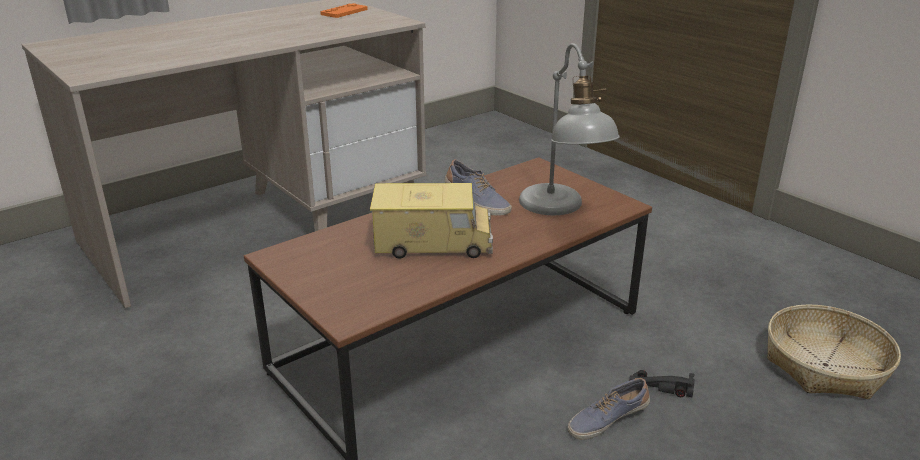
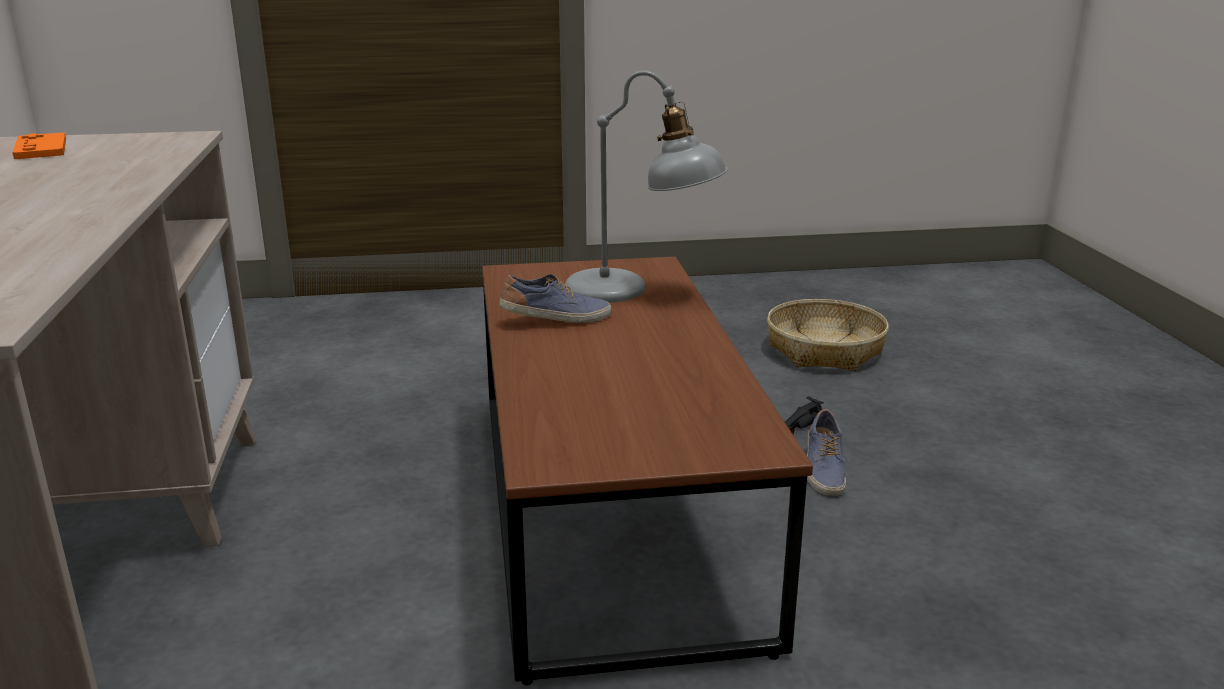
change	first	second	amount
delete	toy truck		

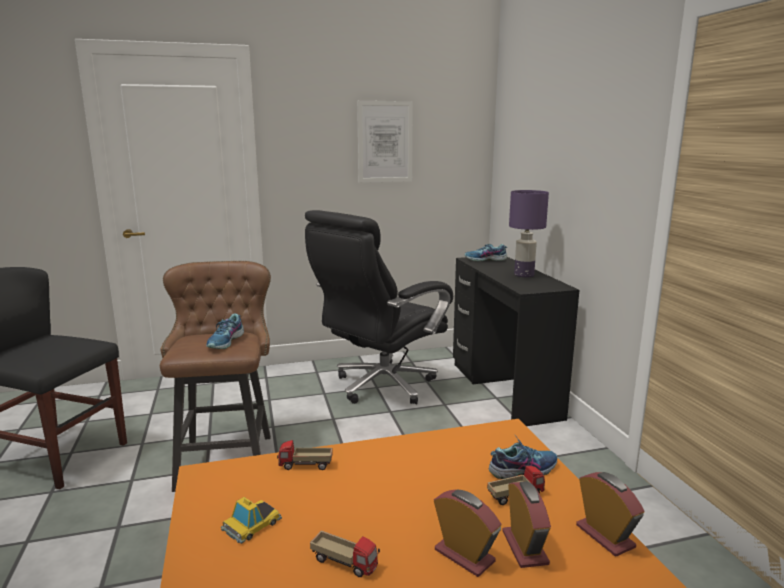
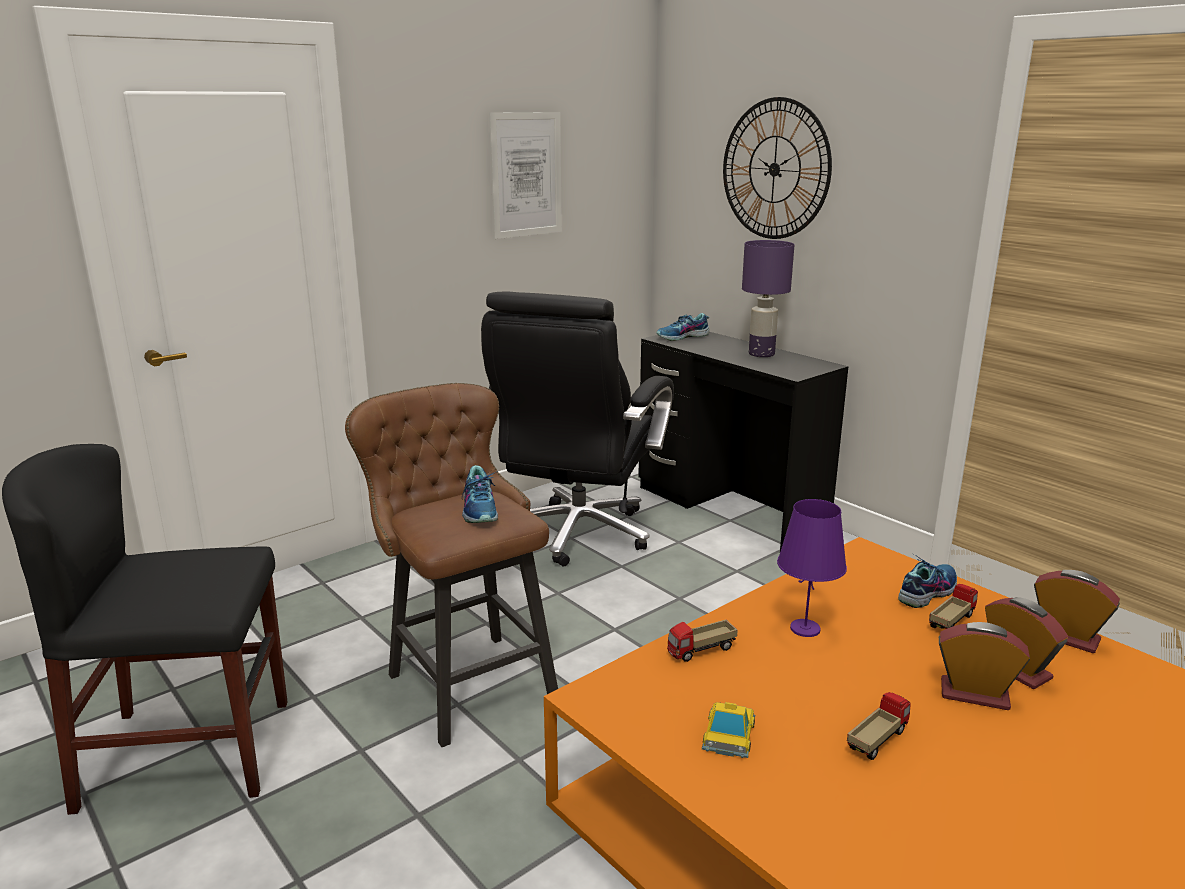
change	first	second	amount
insert		wall clock	
insert		table lamp/purple (2nd from left)	
rotate	toy truck (2nd from left)		45 degrees counterclockwise

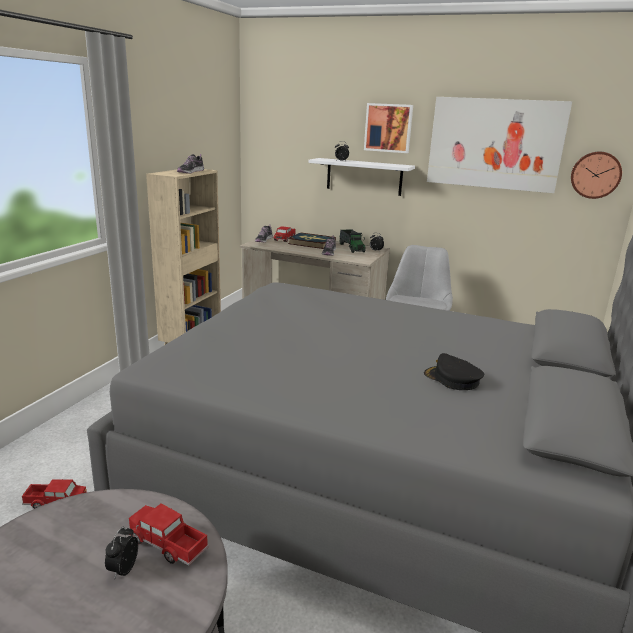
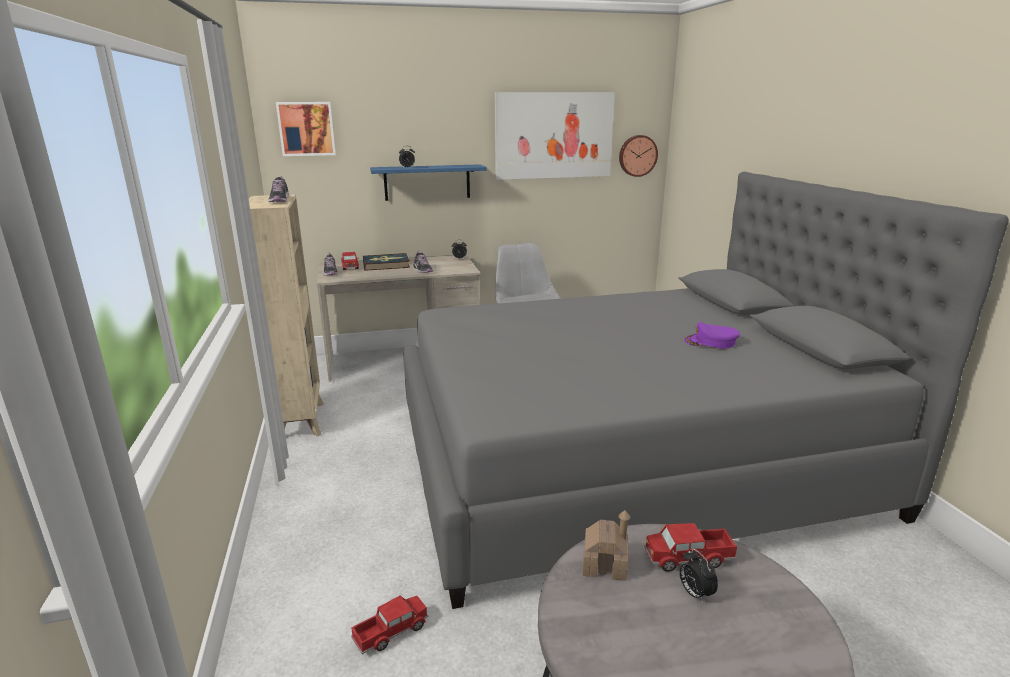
change	first	second	amount
delete	toy truck (4th from left)		
insert		toy house	
move	picture (1st from left)		
recolor	shelf/white	shelf/blue	
recolor	cap/black	cap/purple	

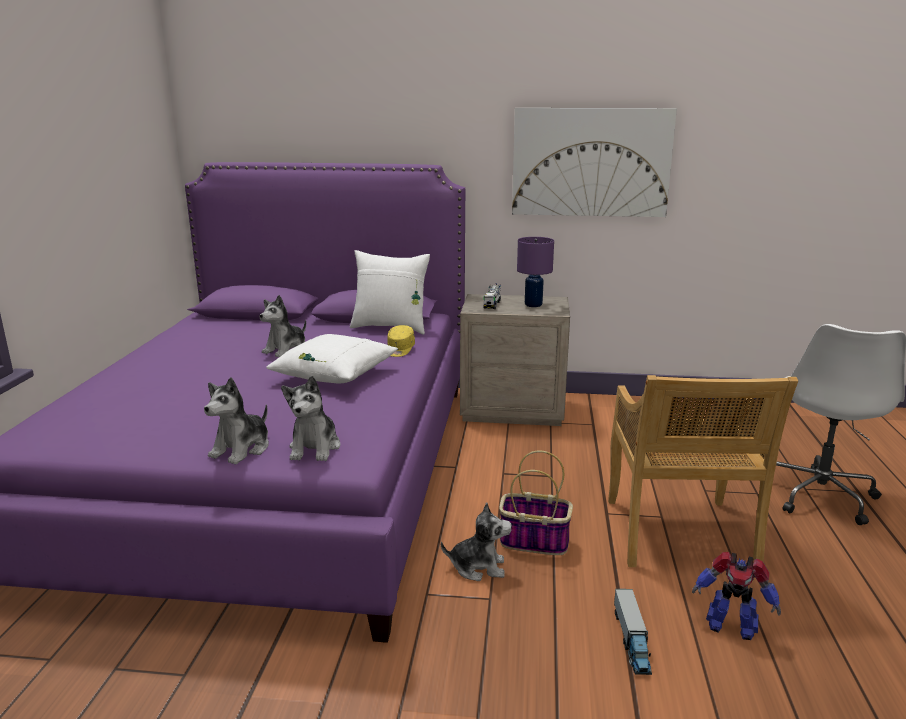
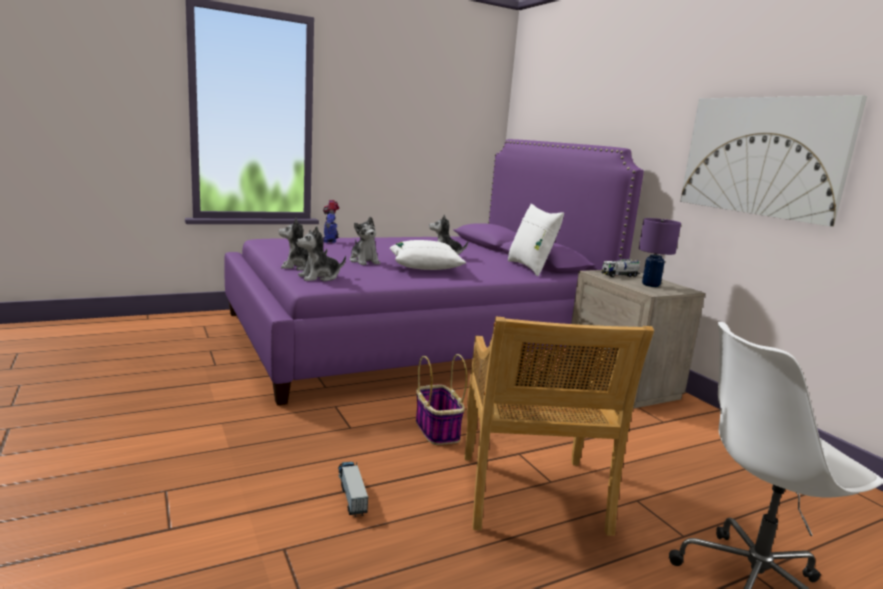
change	first	second	amount
delete	cap/yellow		
move	plush toy (4th from left in the first image)	plush toy (3rd from left)	
move	toy robot		
rotate	chair/beige		60 degrees counterclockwise
rotate	toy truck (2nd from left in the first image)	toy truck (1st from left)	105 degrees clockwise

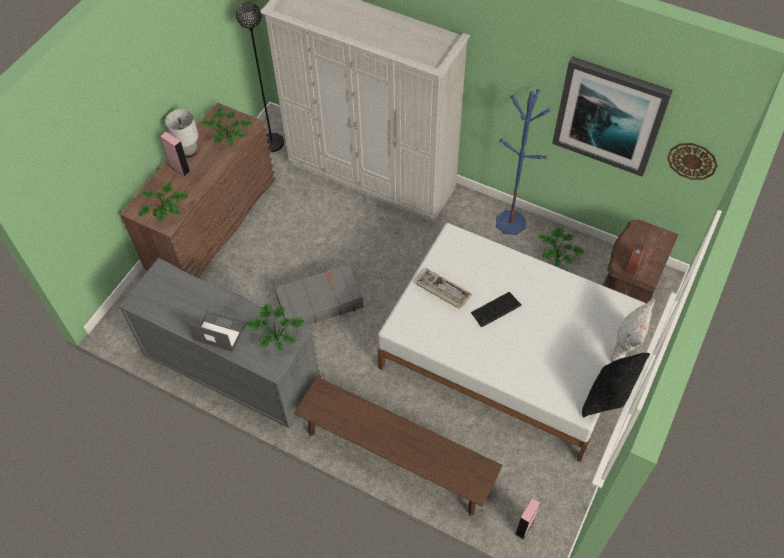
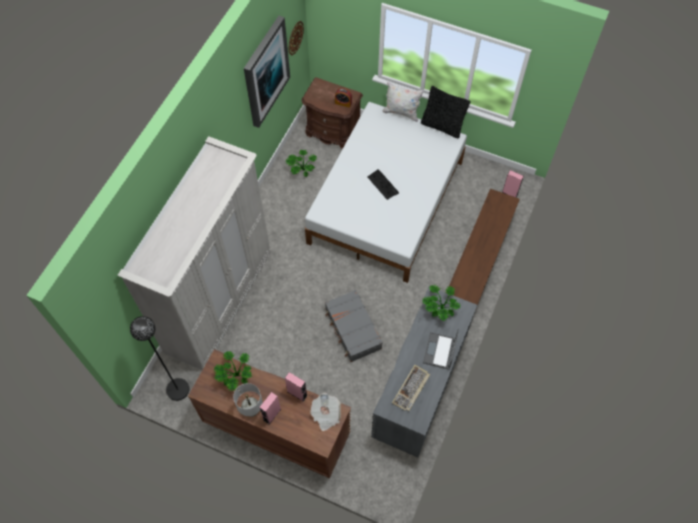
change	first	second	amount
delete	clothes rack/blue		
insert		speaker/pink (2nd from left)	
move	keyboard (1st from left in the first image)	keyboard (2nd from left)	
replace	potted plant (1st from left)	newspaper	

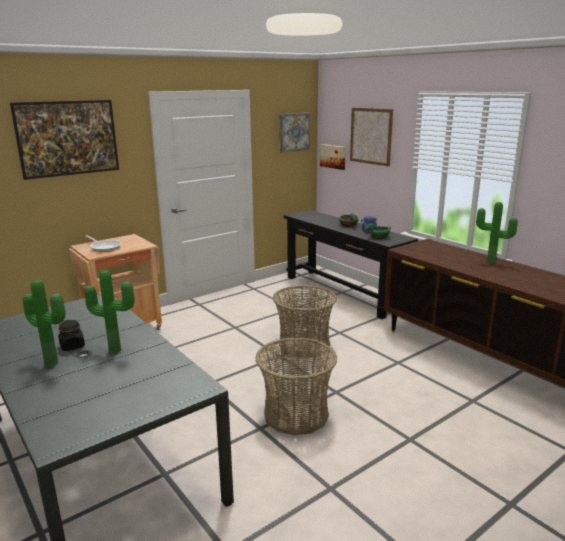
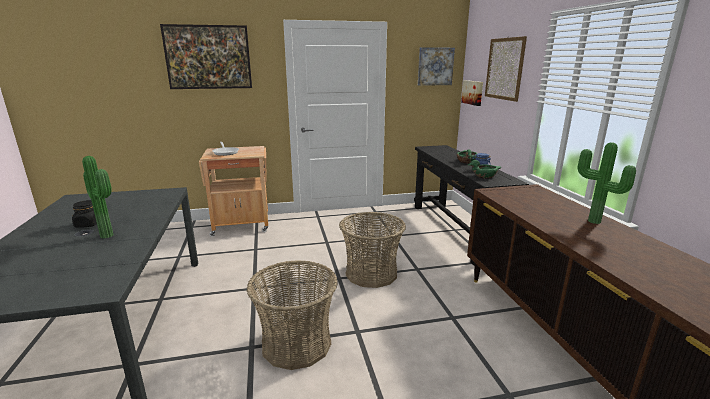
change	first	second	amount
delete	potted plant (1st from left)		

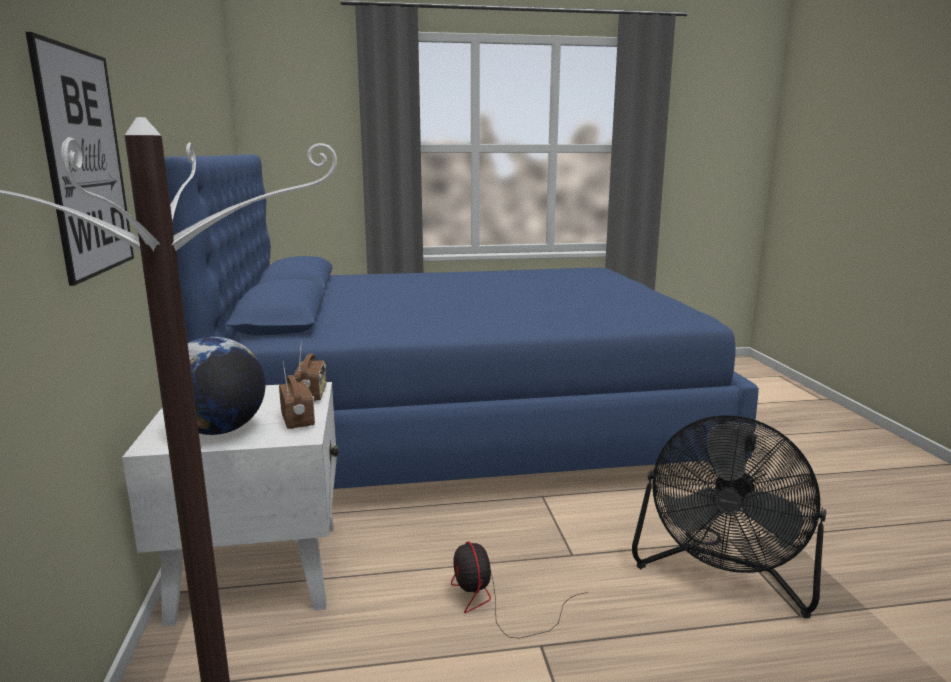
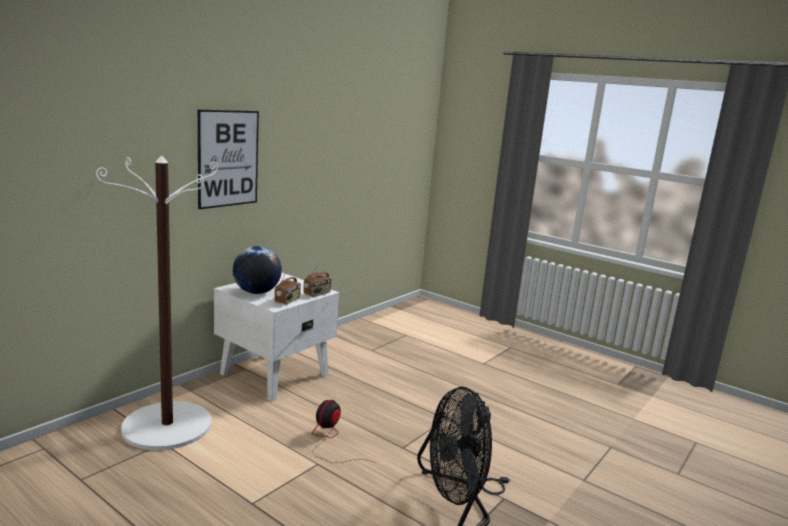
change	first	second	amount
delete	bed/blue		

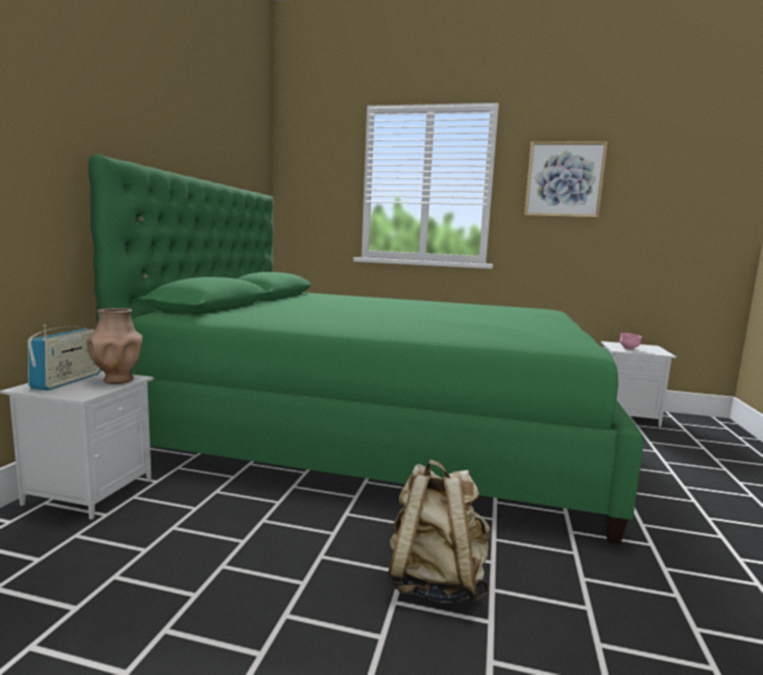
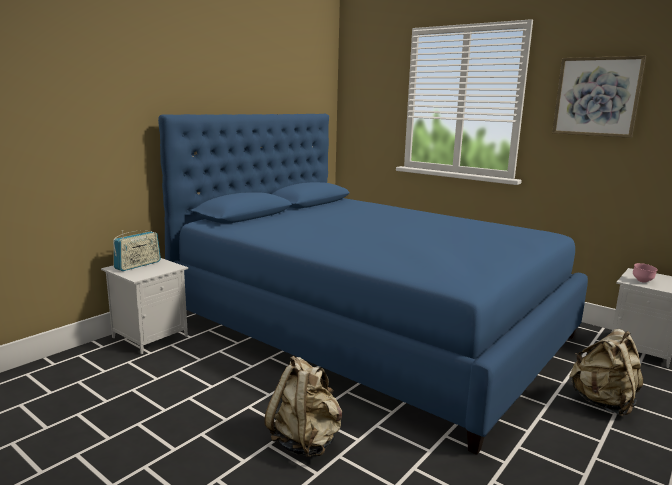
change	first	second	amount
delete	vase/brown		
insert		backpack/beige (2nd from left)	
recolor	bed/green	bed/blue	

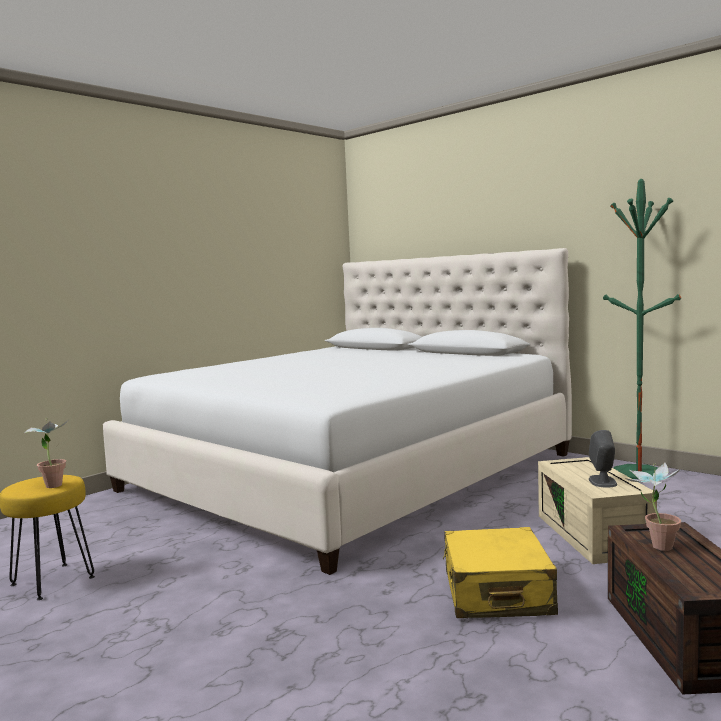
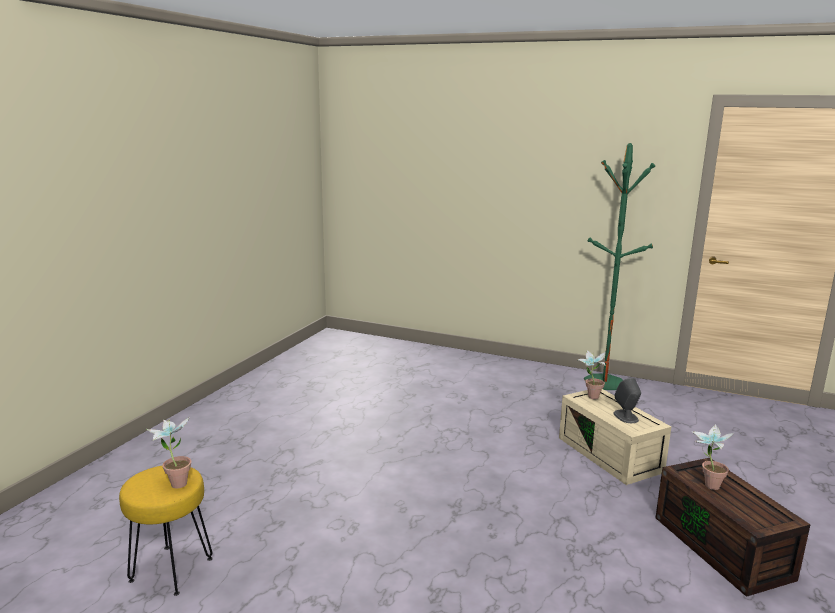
change	first	second	amount
delete	bed/white		
delete	suitcase/yellow		
insert		potted plant (2nd from left)	

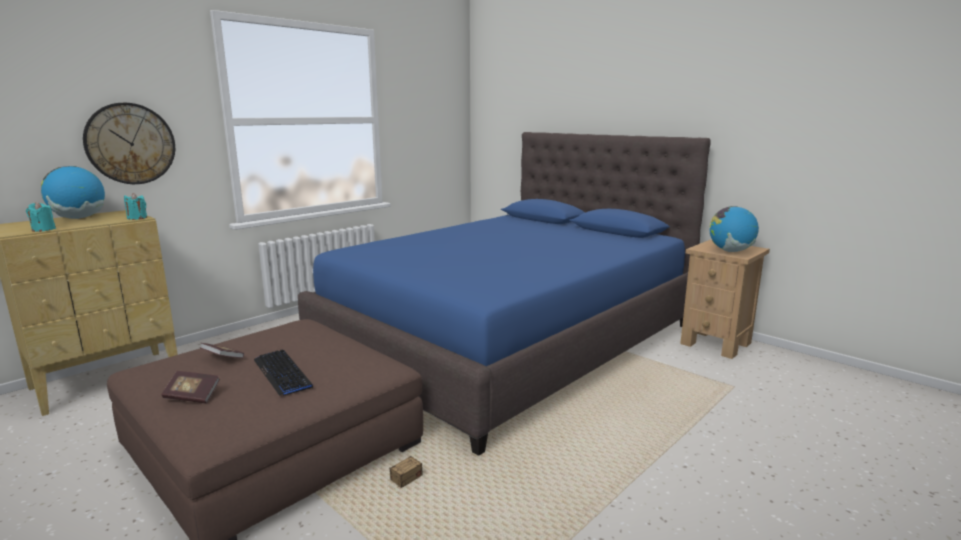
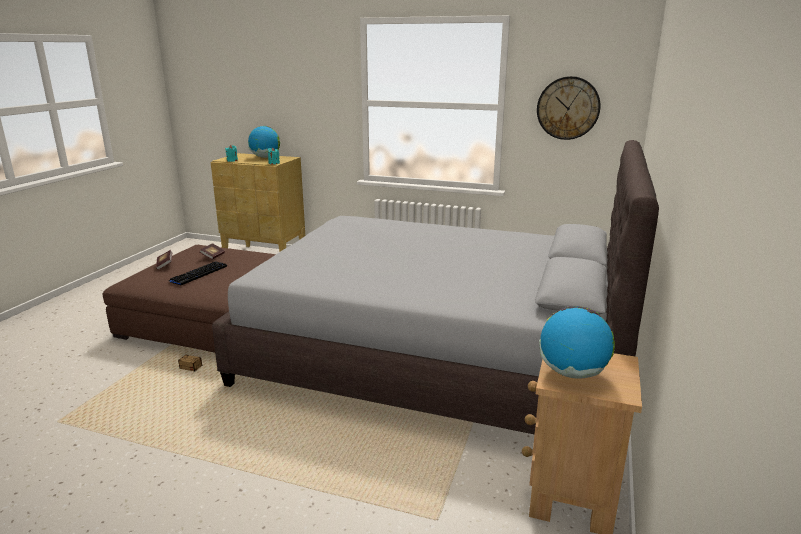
change	first	second	amount
move	wall clock		
recolor	bed/blue	bed/grey	

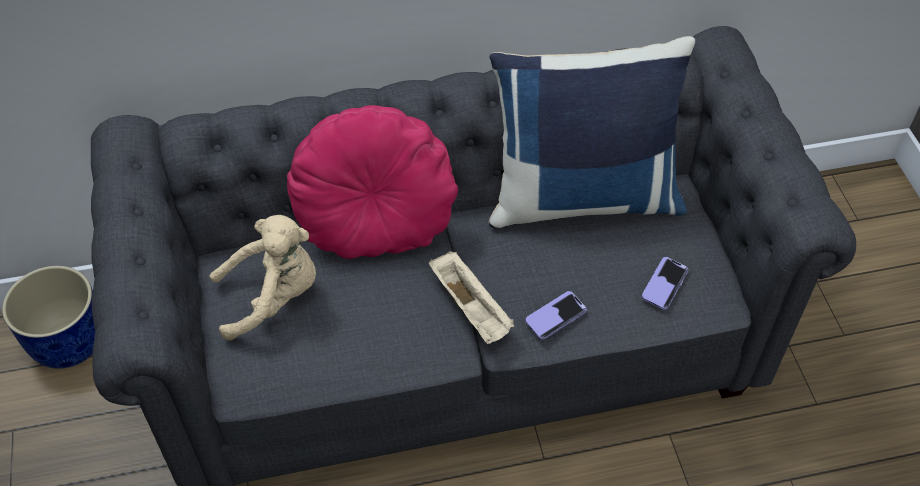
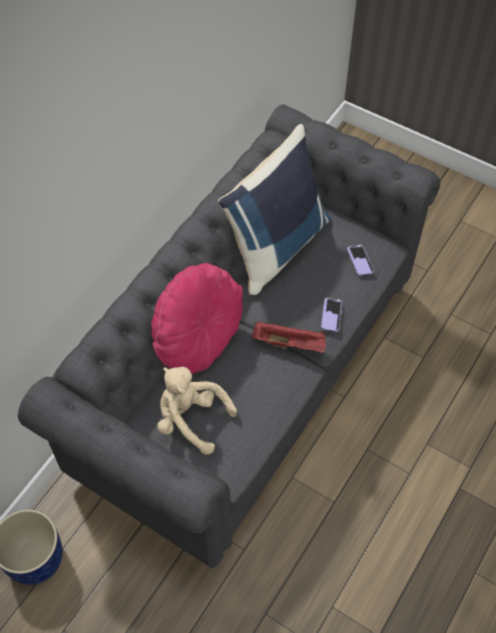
change	first	second	amount
recolor	tray/beige	tray/red	
rotate	plush toy/beige		90 degrees counterclockwise

